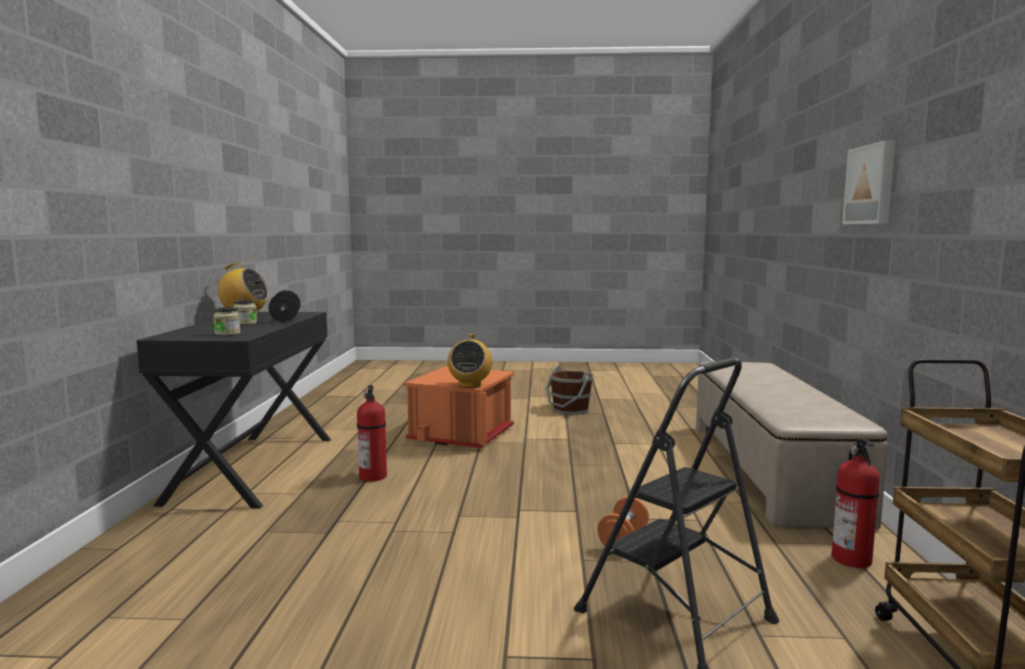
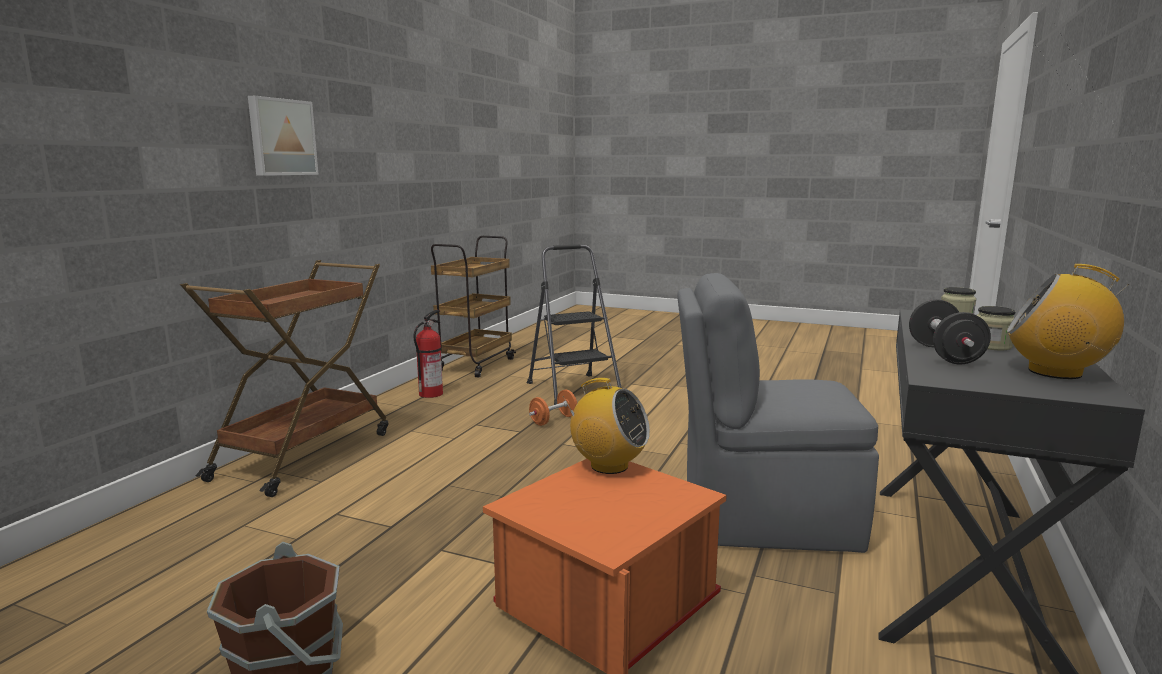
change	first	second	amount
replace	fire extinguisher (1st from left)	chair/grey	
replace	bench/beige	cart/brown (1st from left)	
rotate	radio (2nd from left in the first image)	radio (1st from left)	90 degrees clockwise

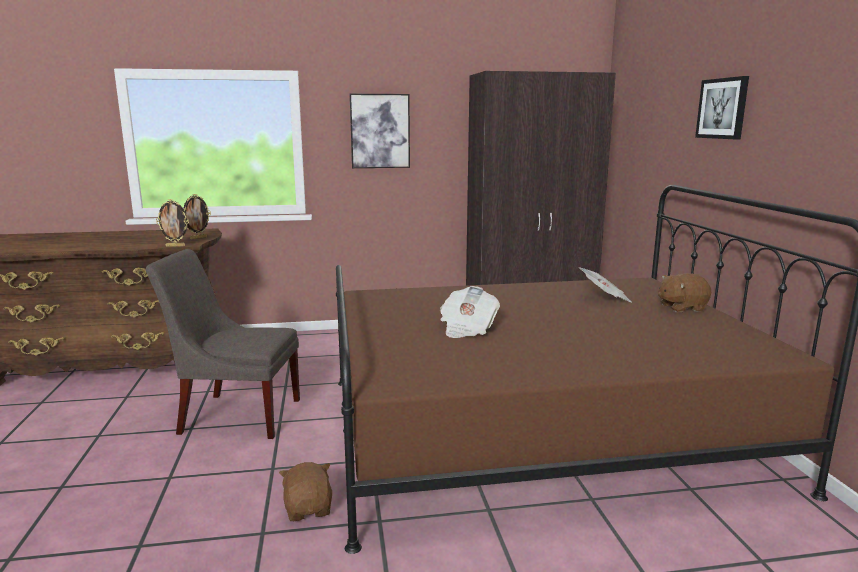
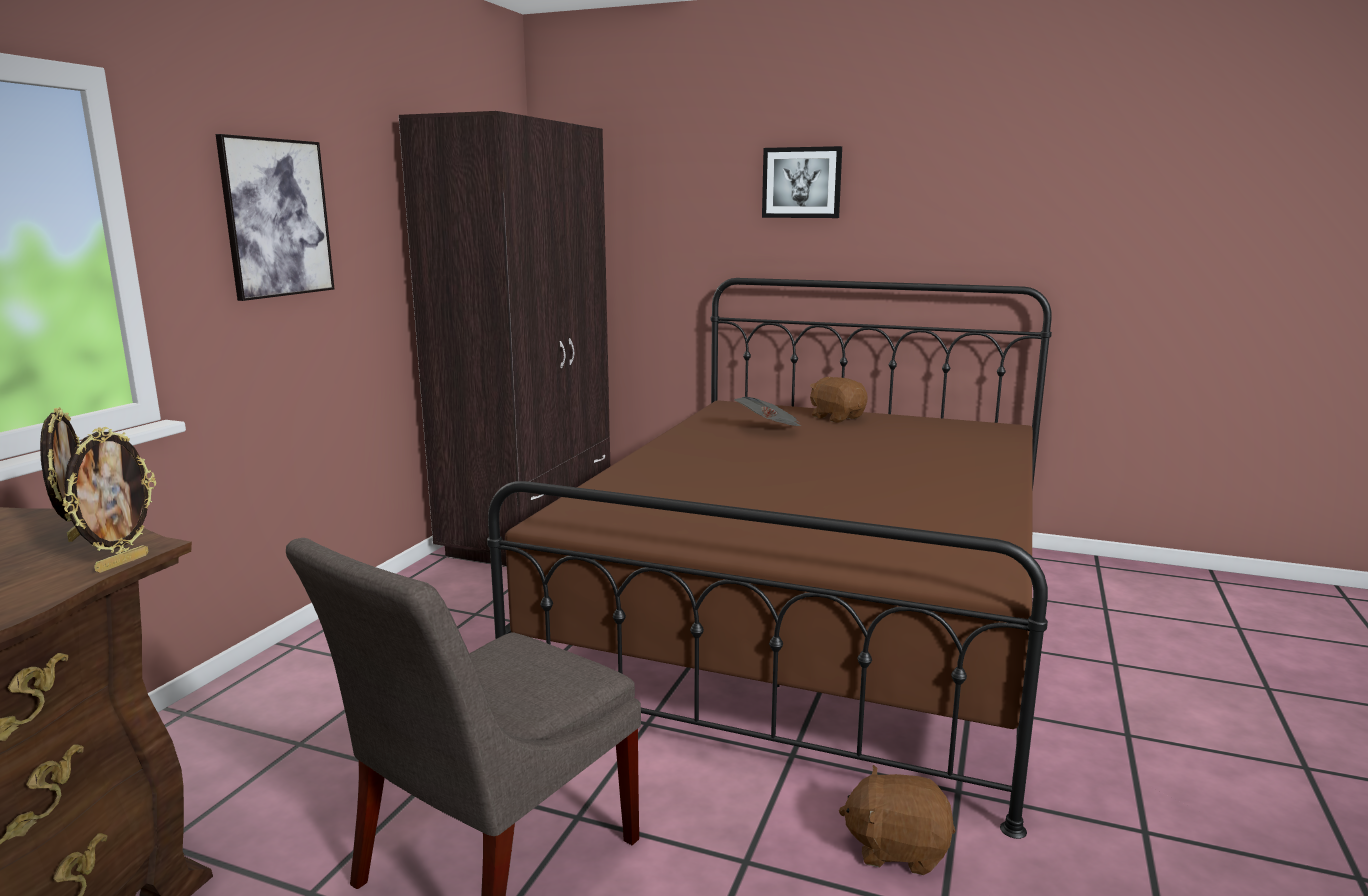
change	first	second	amount
delete	newspaper (1st from left)		
rotate	plush toy/brown (2nd from left in the first image)	plush toy/brown (1st from left)	120 degrees clockwise

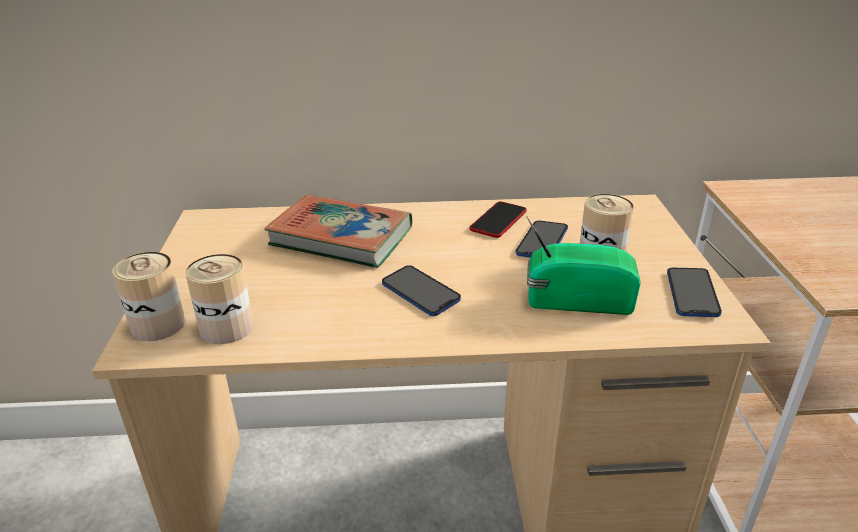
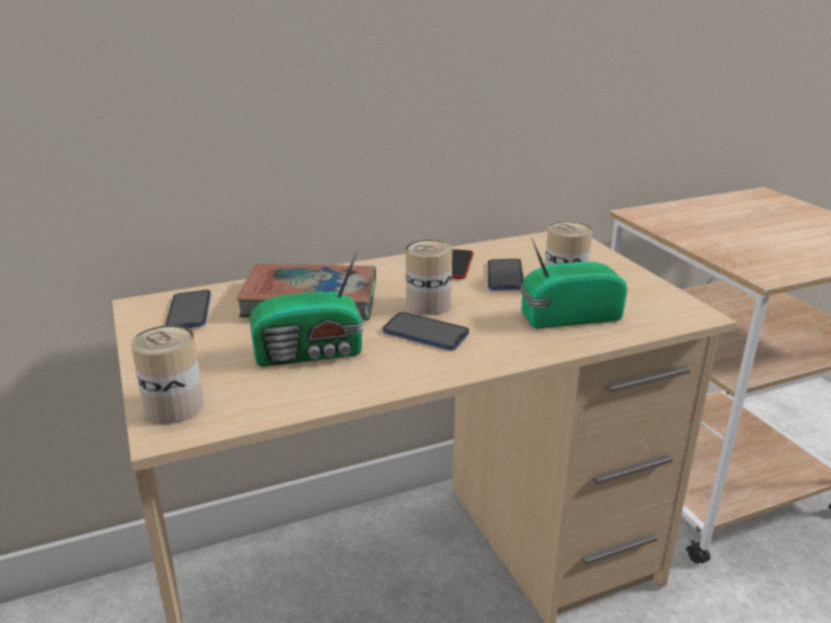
change	first	second	amount
insert		radio (1st from left)	
move	can (2nd from left)		
move	phone (4th from left in the first image)	phone (1st from left)	

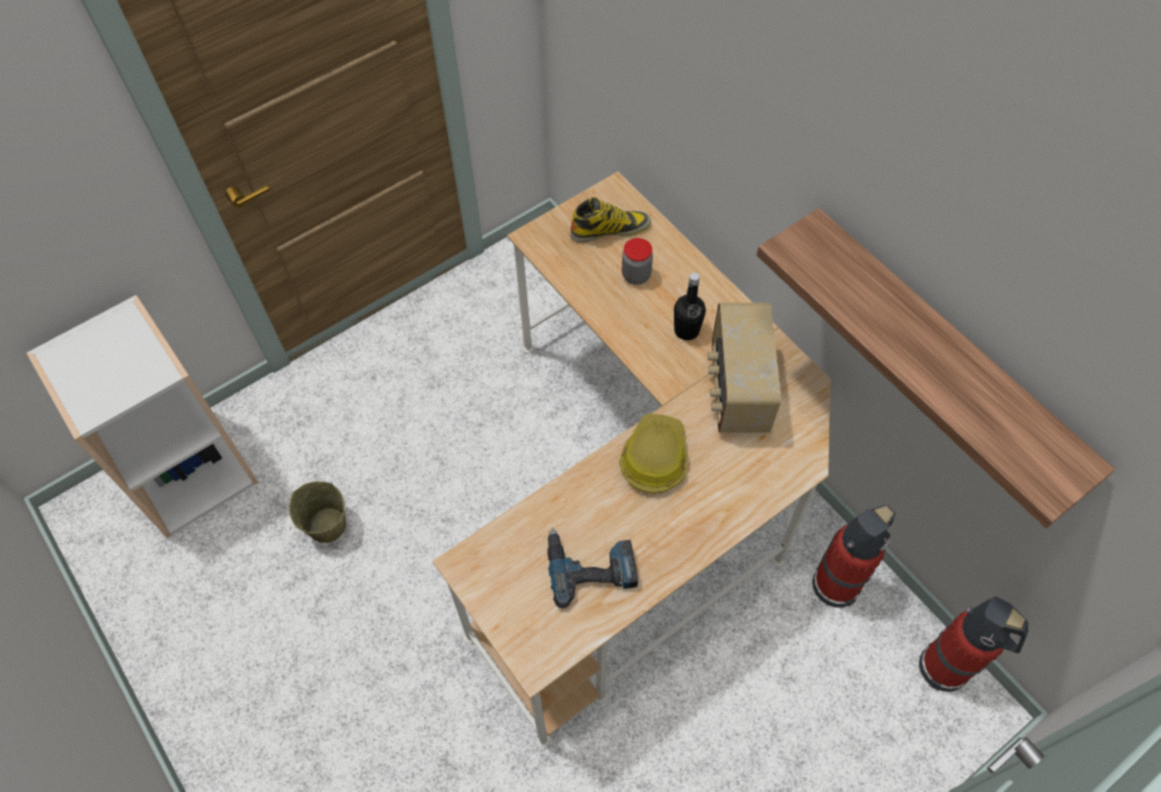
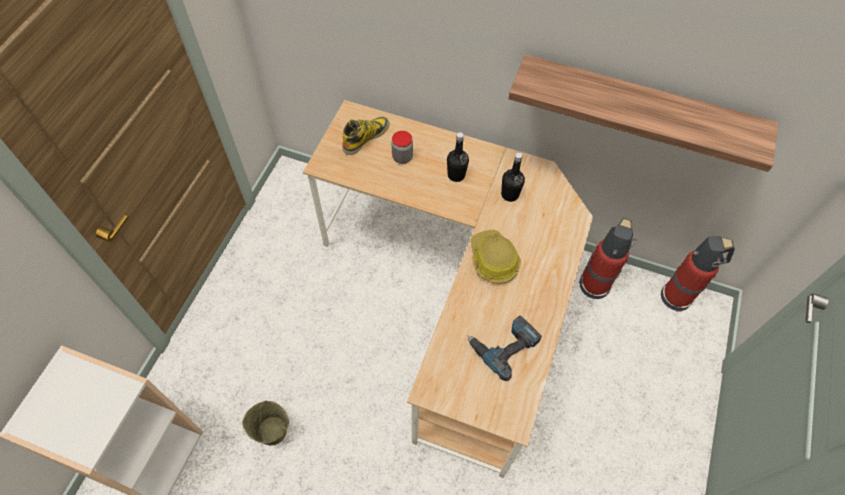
change	first	second	amount
replace	radio	bottle/black (2nd from left)	

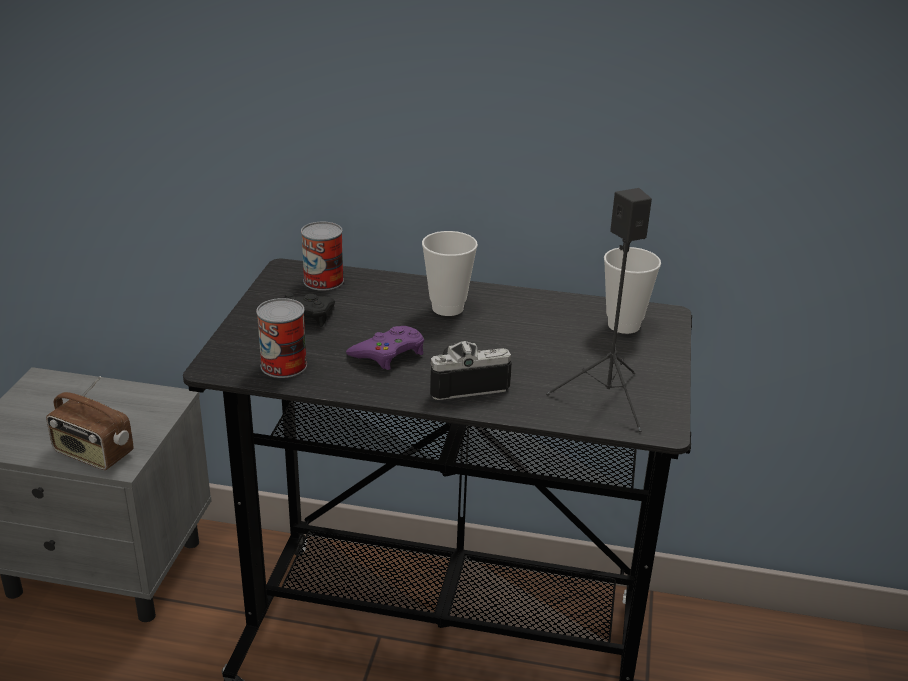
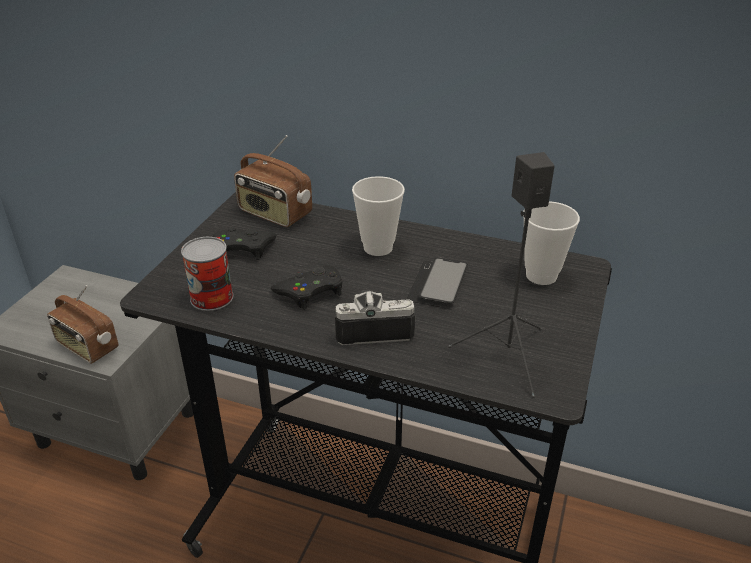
change	first	second	amount
insert		phone	
replace	can (2nd from left)	radio (2nd from left)	
recolor	game controller/purple	game controller/black (2nd from left)	

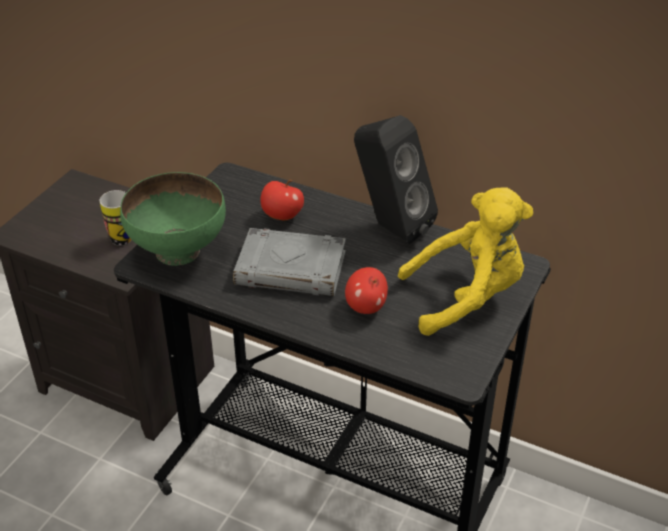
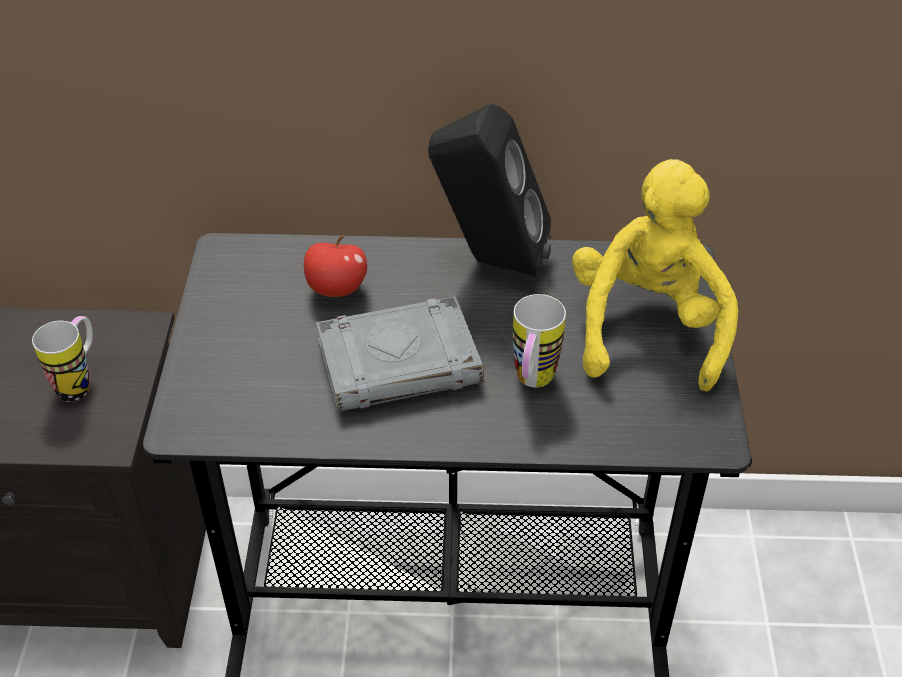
change	first	second	amount
delete	bowl/green		
replace	apple (2nd from left)	mug (2nd from left)	
rotate	plush toy/yellow		45 degrees counterclockwise

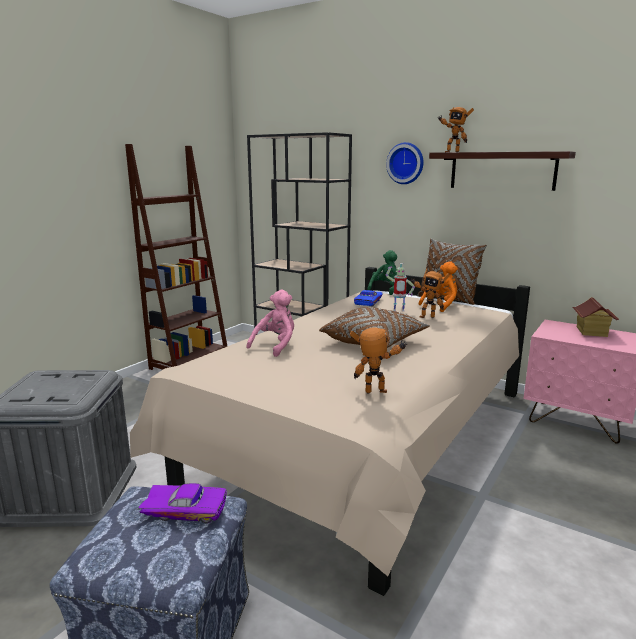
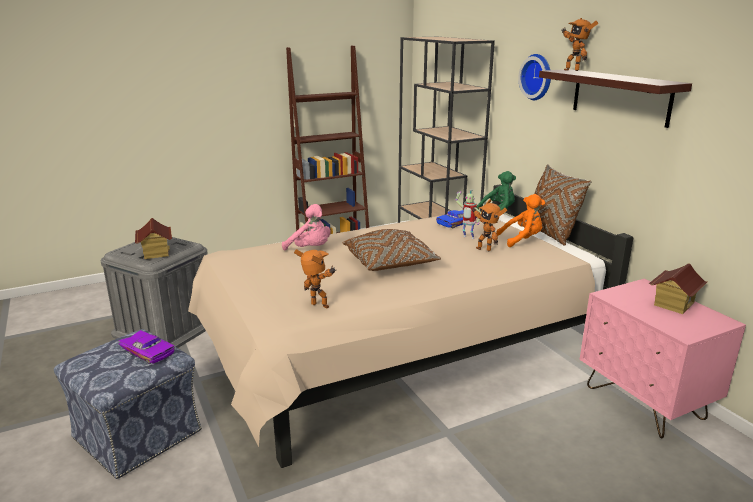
change	first	second	amount
insert		toy house (1st from left)	
rotate	plush toy/pink		60 degrees clockwise

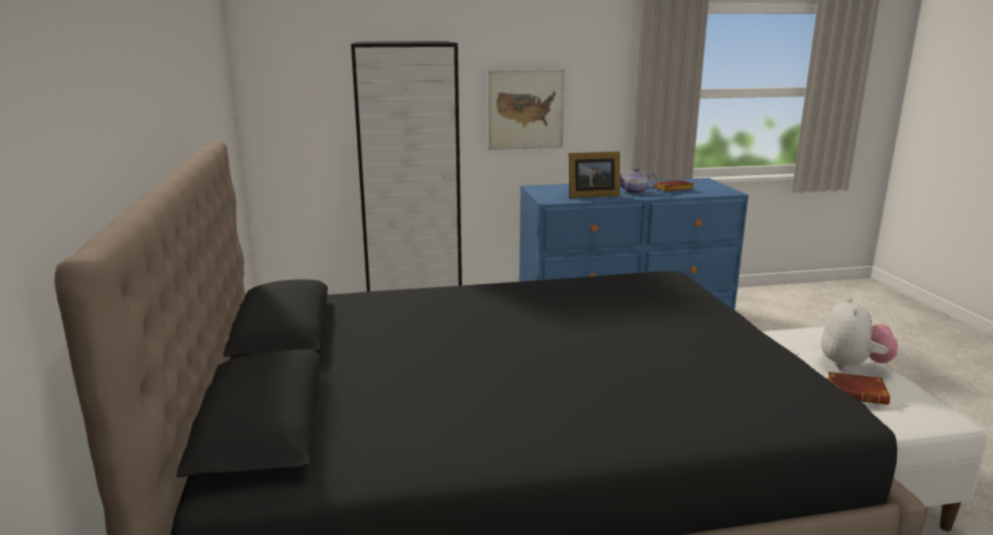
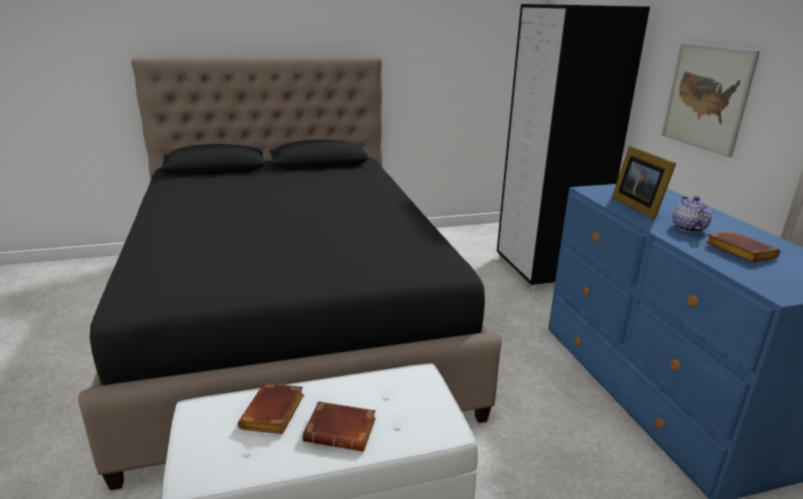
change	first	second	amount
replace	plush toy	book/brown (2nd from left)	

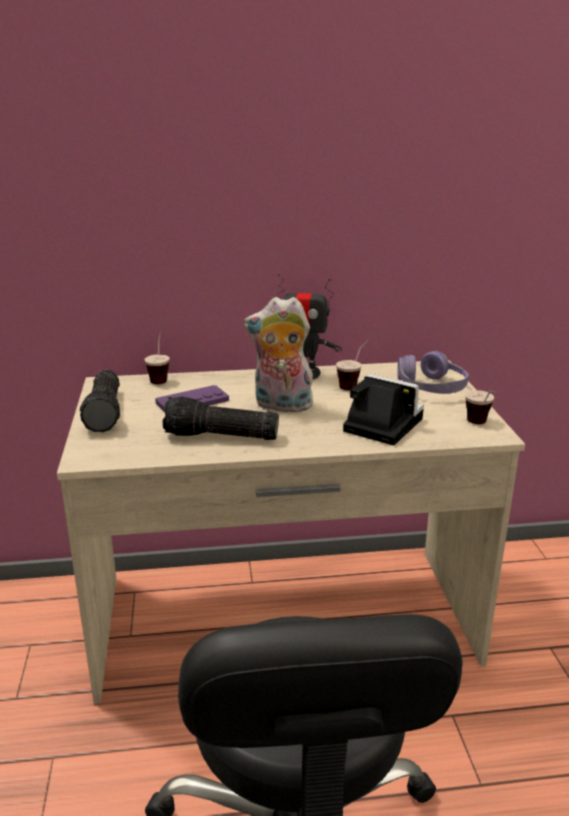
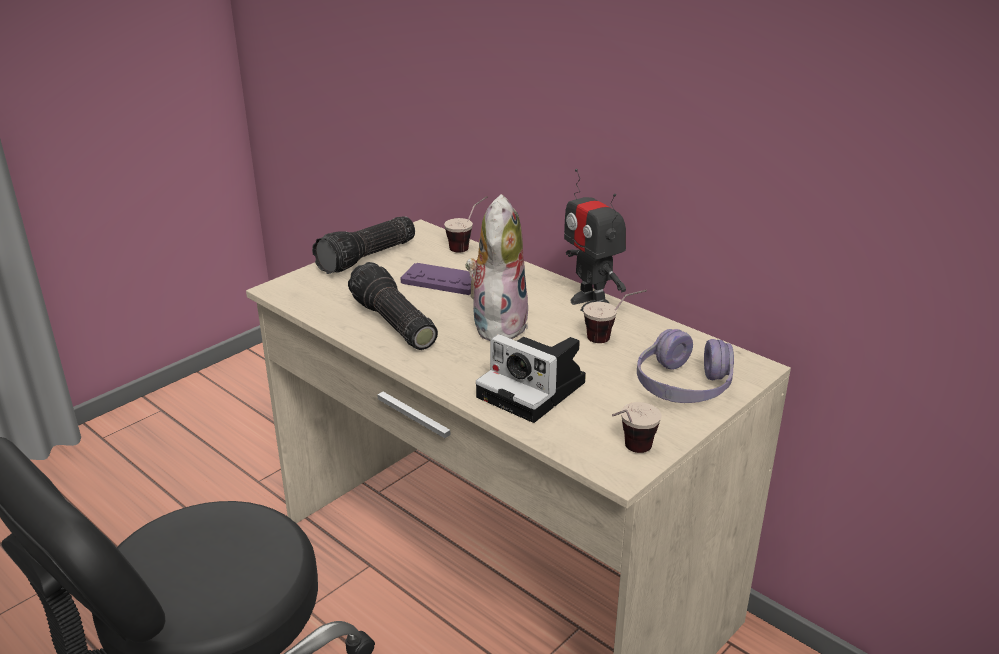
change	first	second	amount
rotate	plush toy		45 degrees clockwise
rotate	photo camera		135 degrees clockwise

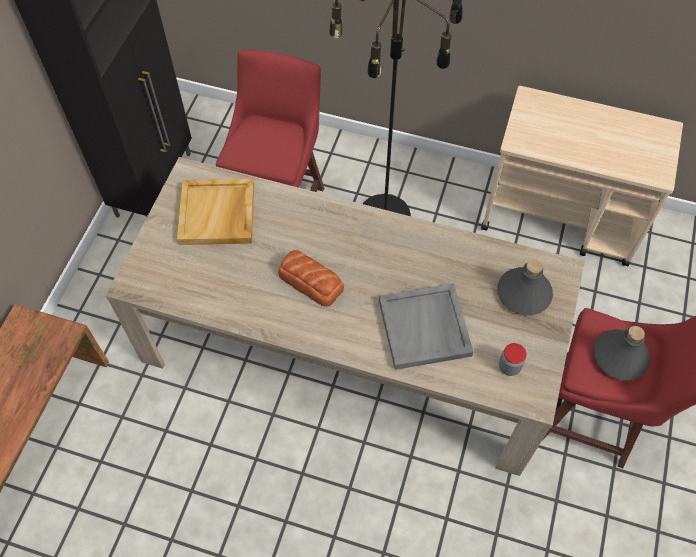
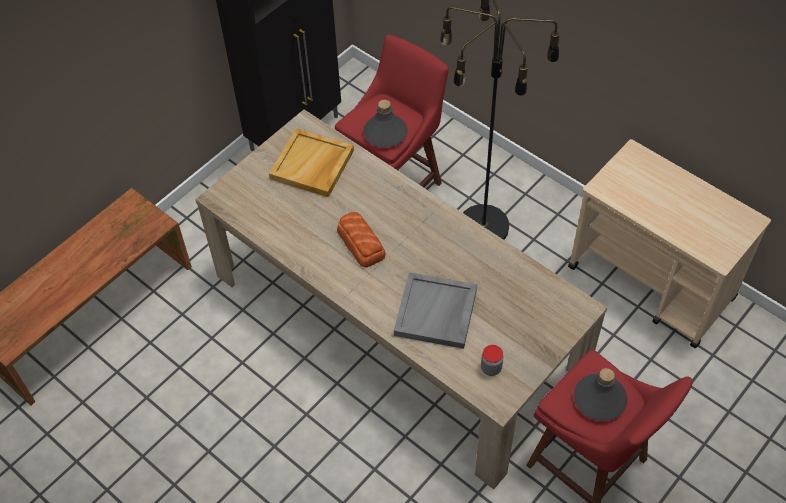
change	first	second	amount
move	bottle/grey (1st from left)		

